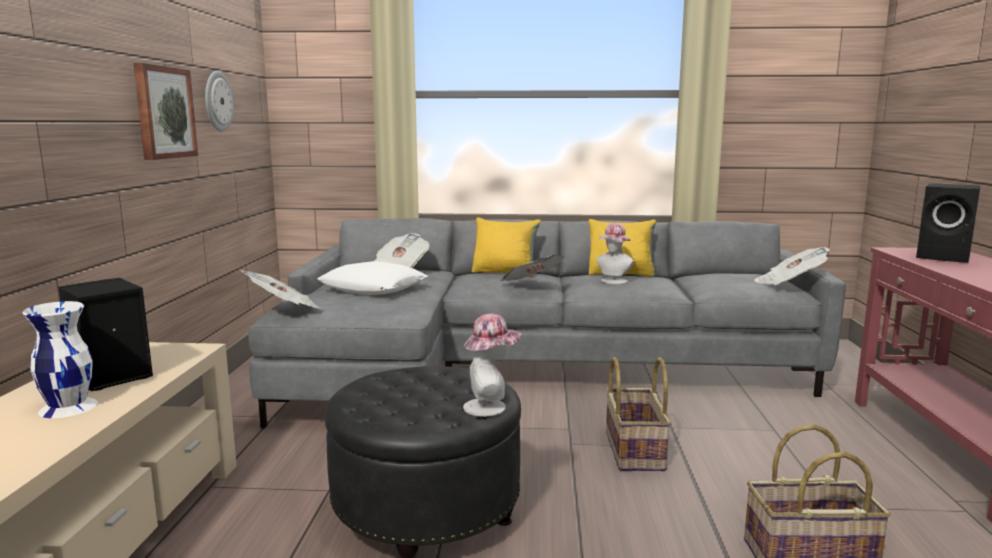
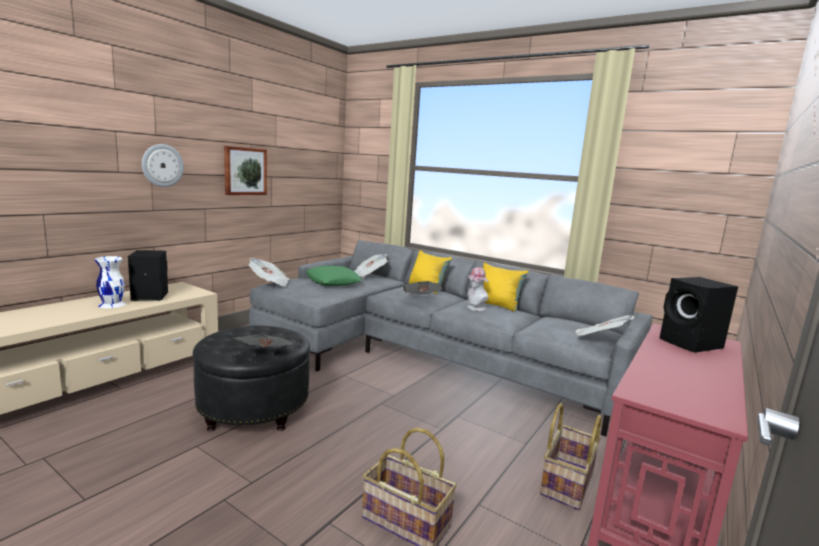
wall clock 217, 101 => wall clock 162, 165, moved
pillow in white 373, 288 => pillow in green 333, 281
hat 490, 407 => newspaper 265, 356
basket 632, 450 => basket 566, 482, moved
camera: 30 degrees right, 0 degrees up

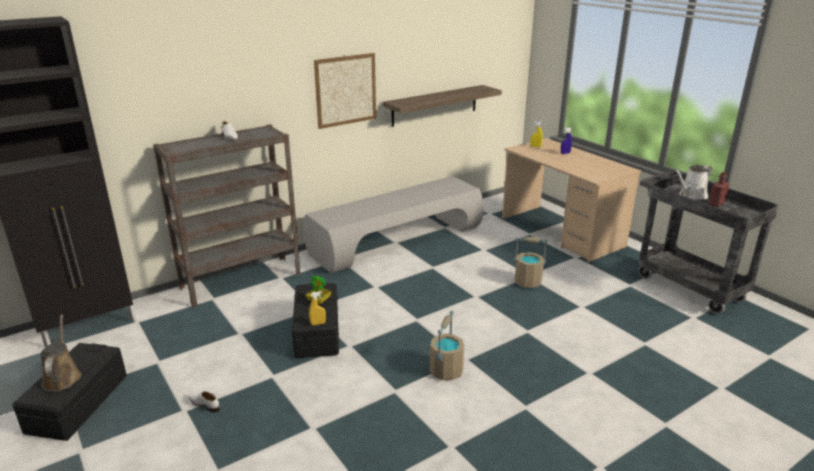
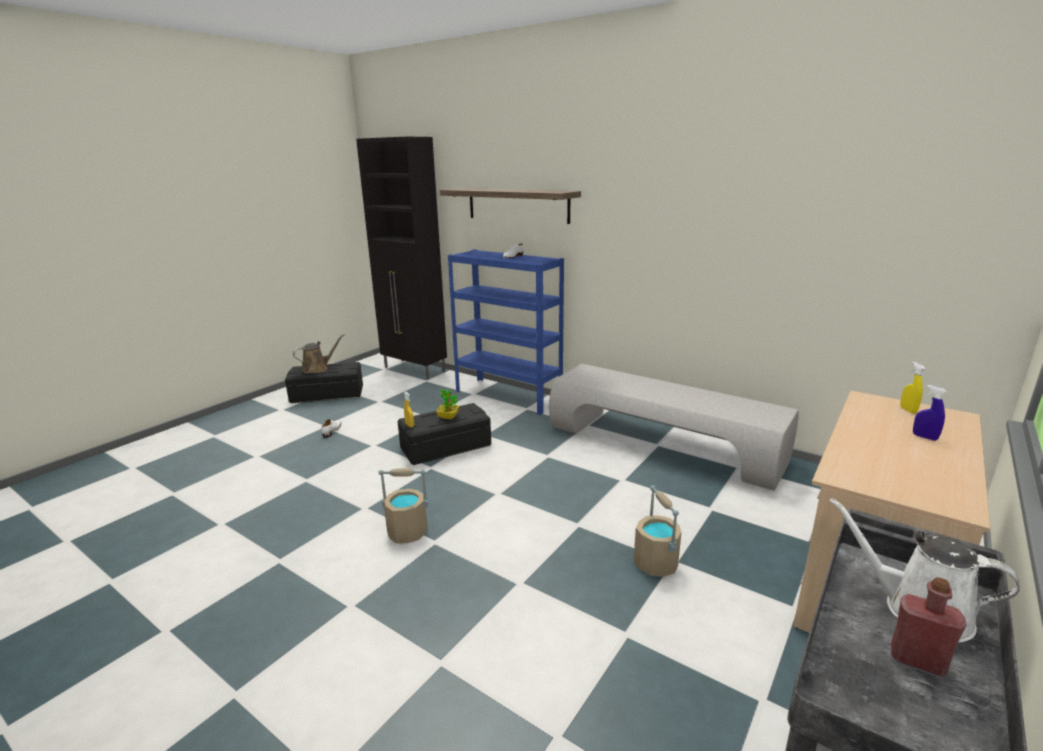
picture 345, 89 => nothing
shelf 435, 105 => shelf 517, 205, moved
bookcase in grey 241, 281 => bookcase in blue 508, 395
camera: 70 degrees right, 5 degrees down

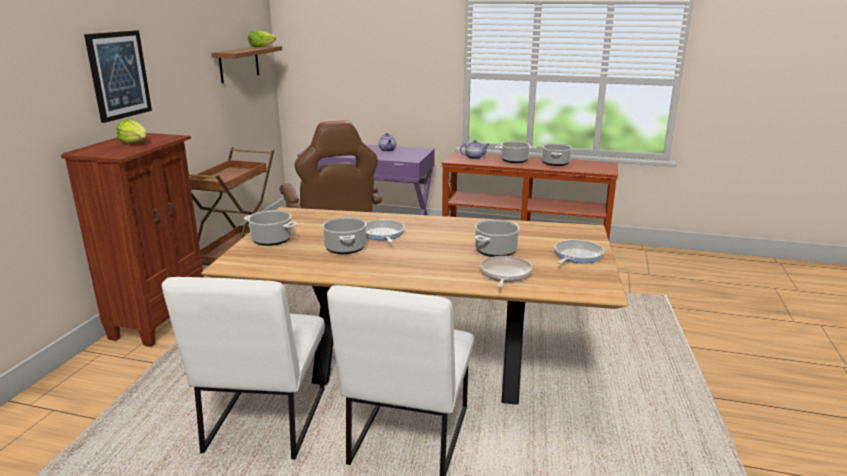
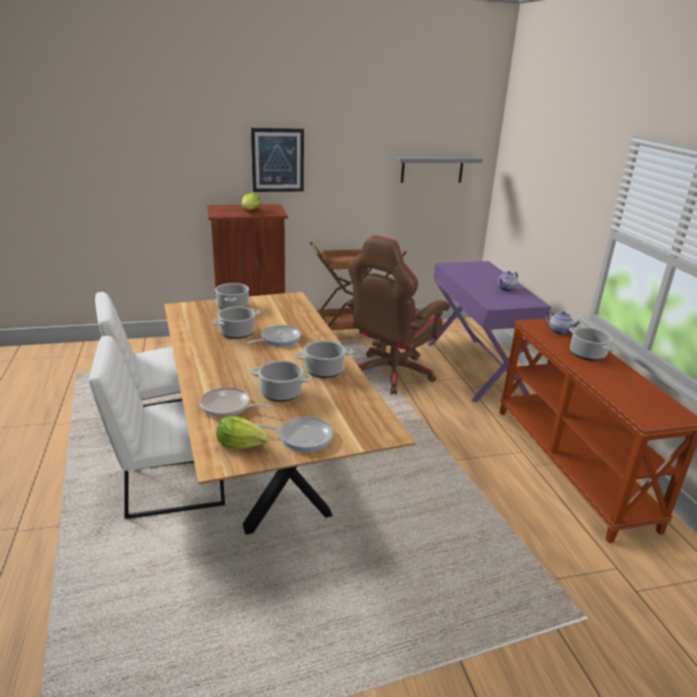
lettuce 261, 47 => lettuce 241, 444, moved
shelf in brown 239, 64 => shelf in grey 432, 168
cooking pot 555, 163 => cooking pot 324, 370, moved
frying pan 505, 274 => frying pan 228, 407, 150 degrees counterclockwise
camera: 60 degrees right, 5 degrees up

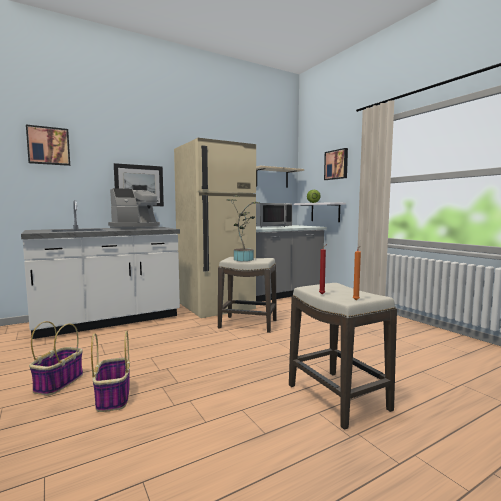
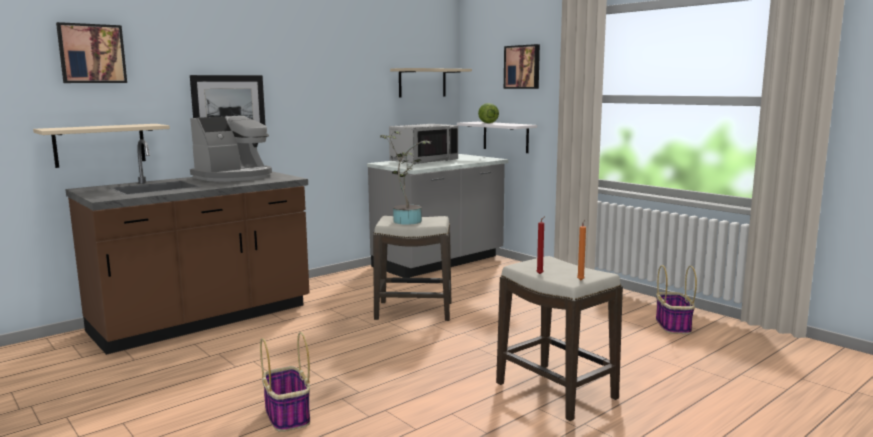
fridge in beige 216, 305 => nothing
counter in white 108, 321 => counter in brown 203, 319
basket 59, 382 => basket 672, 325, moved
nothing => shelf in beige 100, 145
camera: 10 degrees left, 5 degrees up

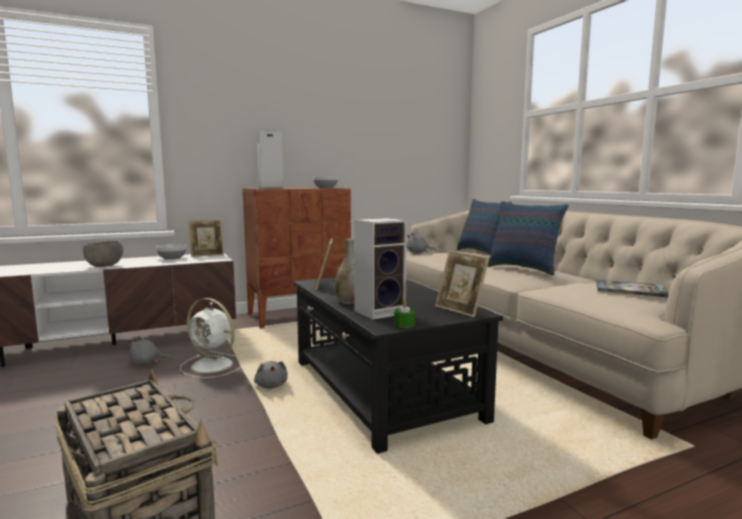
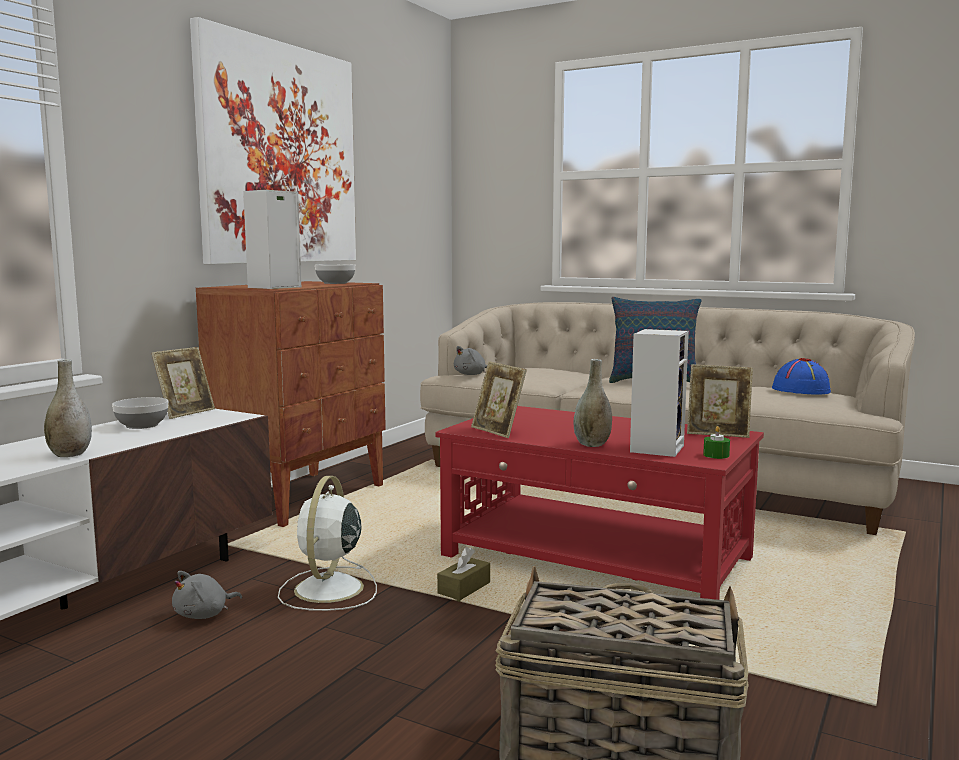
pillow in blue 481, 252 => nothing
bowl in grey 105, 266 => vase in grey 70, 454
coffee table in black 382, 390 => coffee table in red 597, 558
book 630, 289 => hat in blue 800, 390
fan in white 213, 366 => fan in white 328, 590, 105 degrees clockwise
plush toy in grey 271, 385 => tissue box in brown 464, 589
nothing => picture 279, 154
camera: 35 degrees left, 0 degrees up

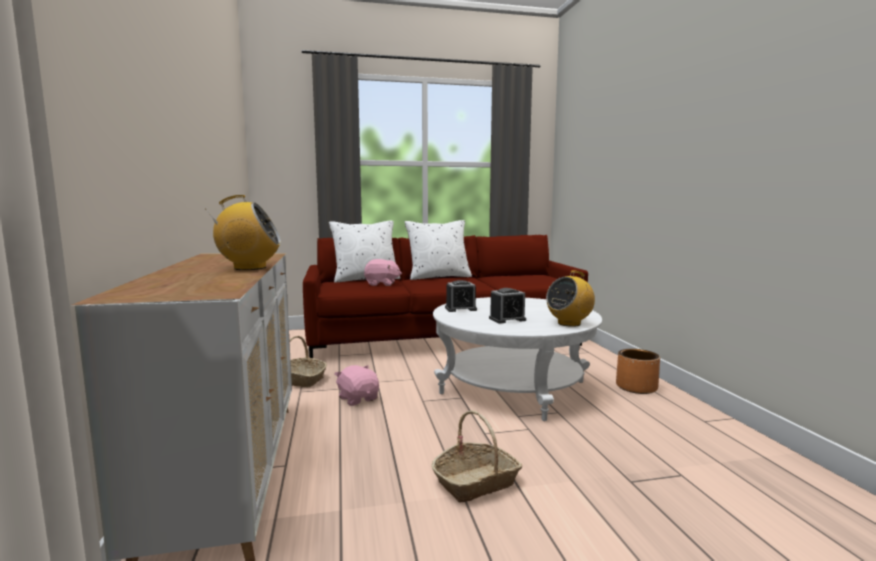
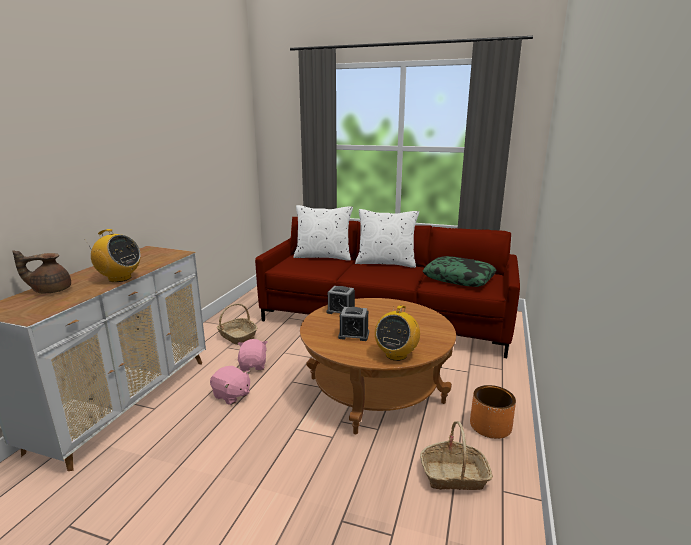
plush toy in pink 382, 284 => plush toy in pink 231, 395, moved
radio 569, 323 => radio 396, 355, 60 degrees counterclockwise
coffee table in white 513, 387 => coffee table in brown 375, 390
basket 476, 482 => basket 454, 475, moved
nothing => teapot in brown 51, 290
nothing => pillow 459, 278
camera: 30 degrees right, 10 degrees up

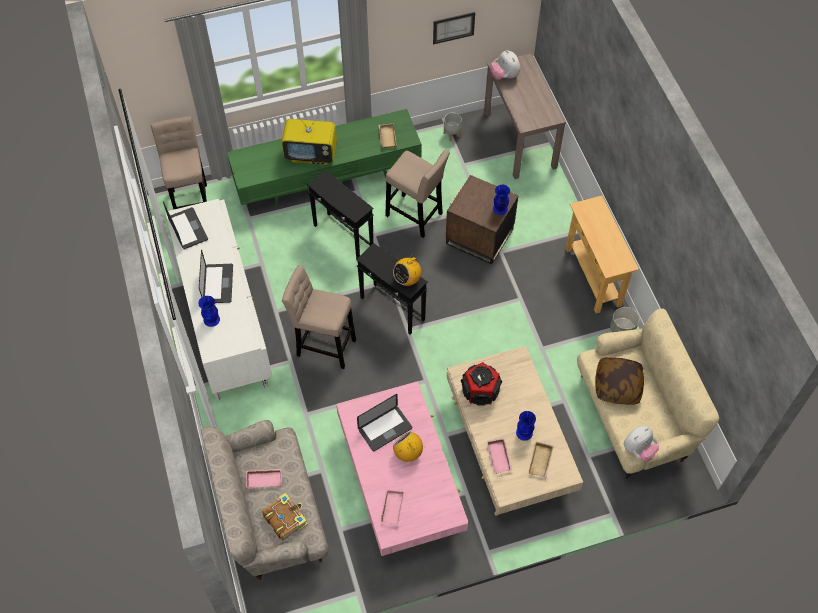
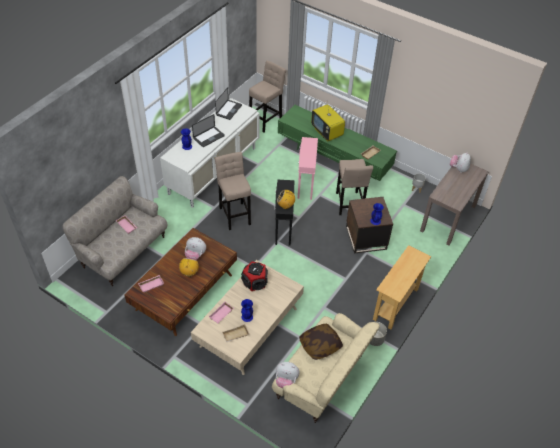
picture 453, 27 => nothing
side table in black 343, 237 => side table in pink 305, 184
coffee table in pink 401, 481 => coffee table in brown 185, 292
laptop 385, 429 => plush toy 195, 255
book 285, 518 => nothing
camera: 50 degrees right, 10 degrees down

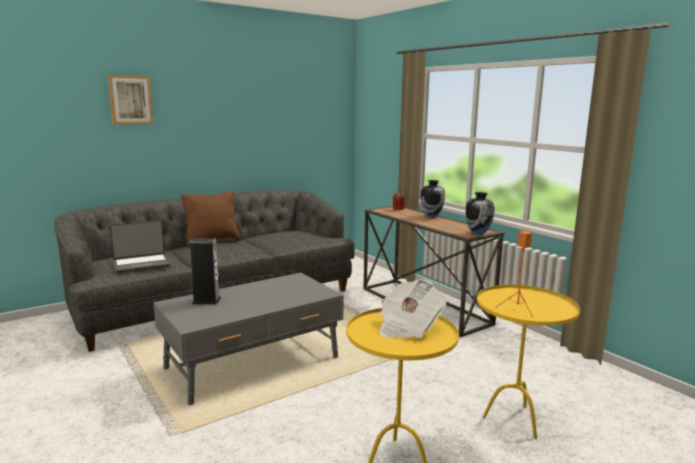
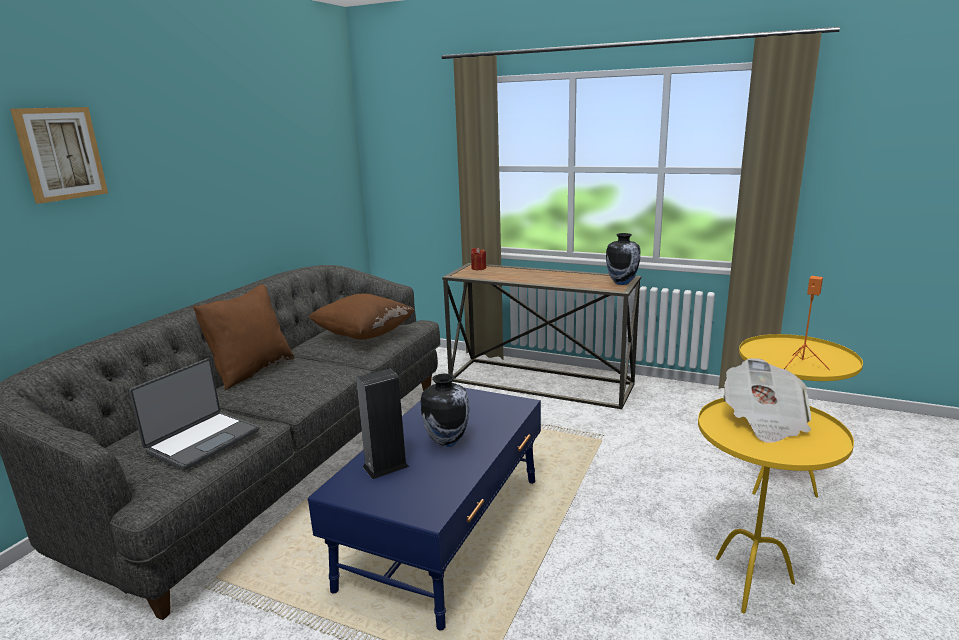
vase 431, 216 => vase 447, 441, moved
coffee table in grey 254, 362 => coffee table in blue 445, 530
nothing => pillow in brown 364, 335
camera: 30 degrees left, 5 degrees up

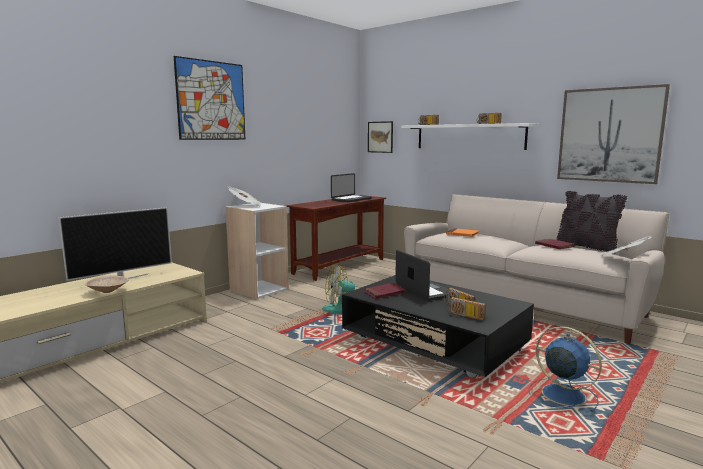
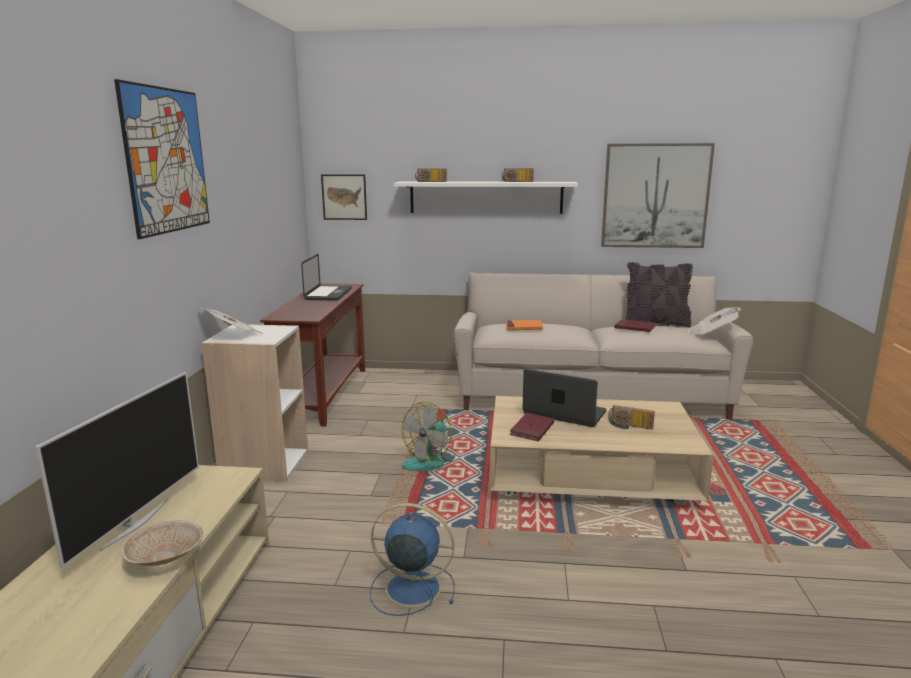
coffee table in black 433, 343 => coffee table in beige 589, 475
radio 464, 316 => nothing
fan in blue 561, 394 => fan in blue 410, 588, moved
camera: 35 degrees left, 5 degrees up

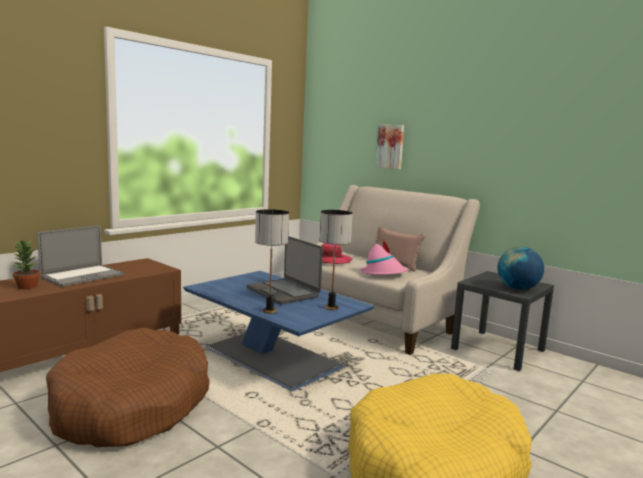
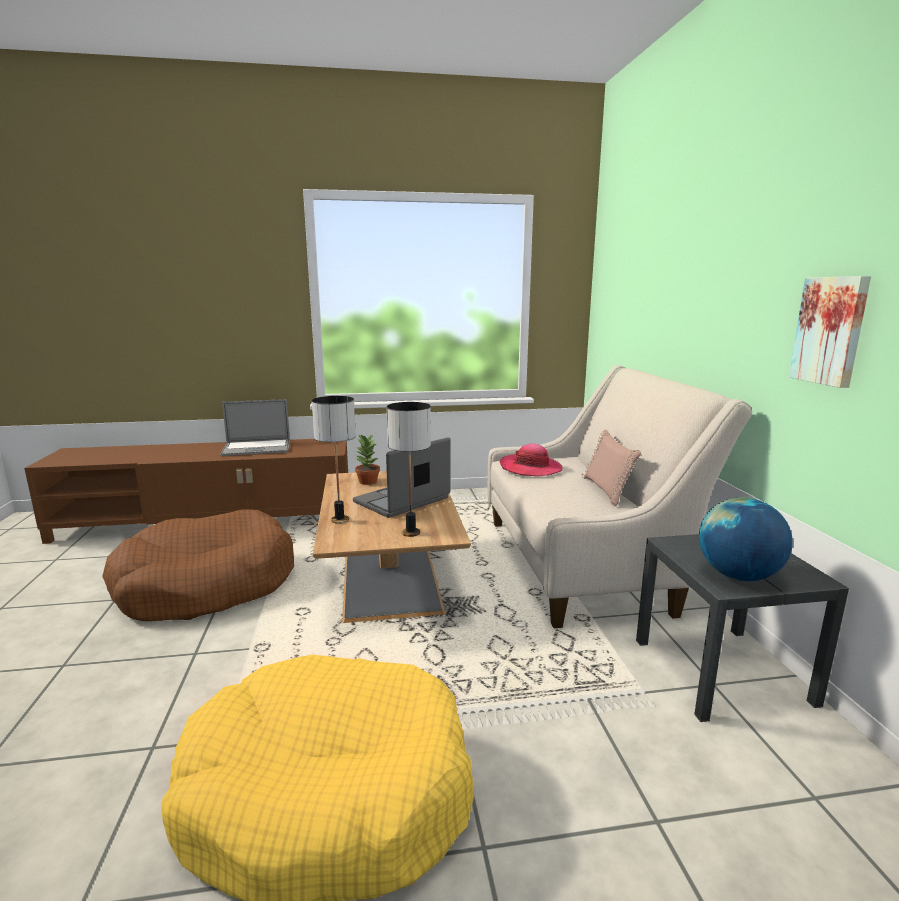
picture 390, 146 => picture 831, 330, moved
laptop 283, 292 => laptop 402, 500, 45 degrees clockwise
potted plant 26, 286 => potted plant 367, 481, moved
hat in pink 383, 273 => nothing
coffee table in blue 275, 358 => coffee table in brown 390, 578
camera: 40 degrees right, 5 degrees up

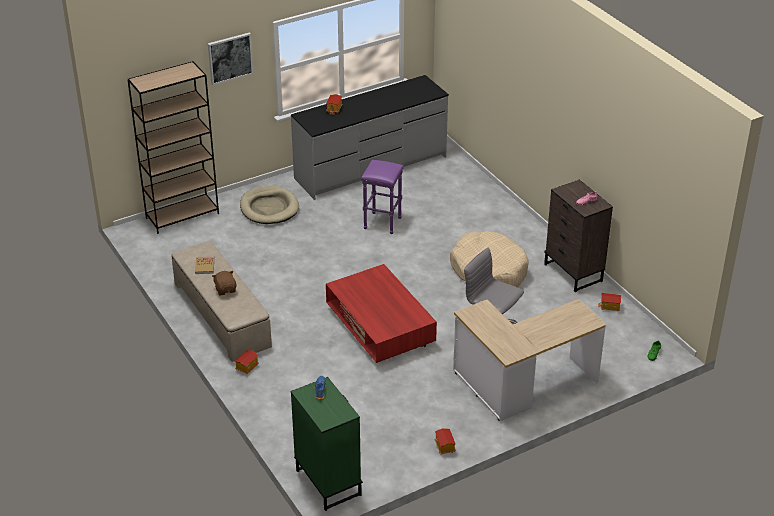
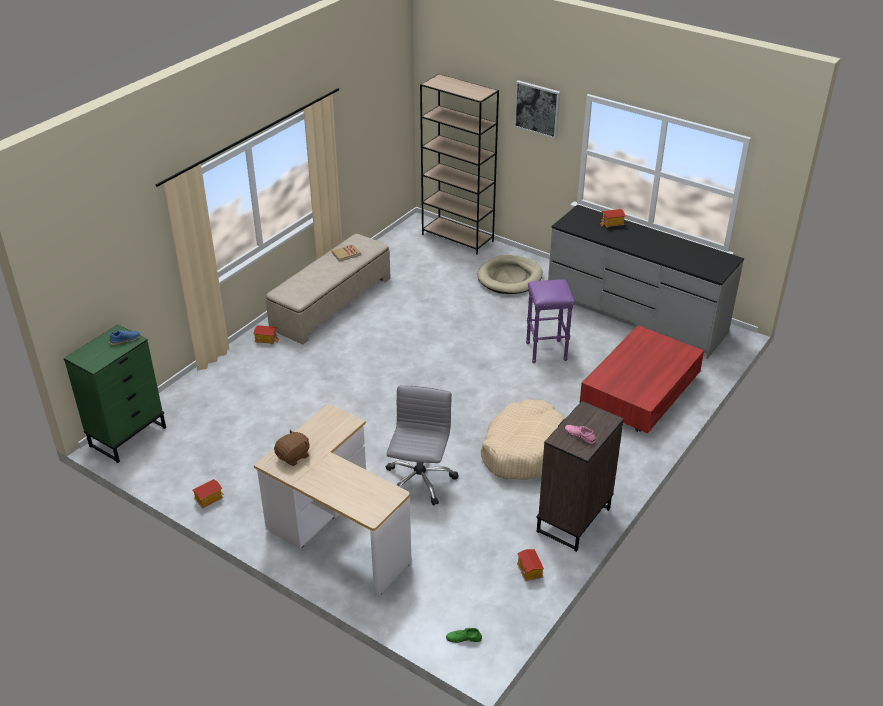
coffee table in red 380, 326 => coffee table in red 640, 393, moved
plush toy in brown 225, 290 => plush toy in brown 293, 456, moved
camera: 65 degrees right, 0 degrees up

